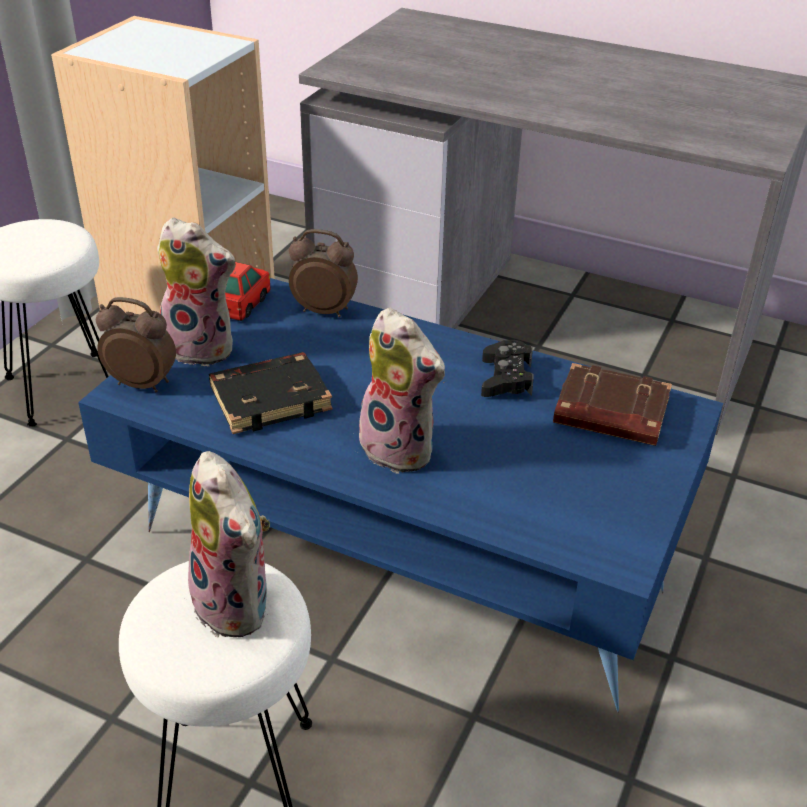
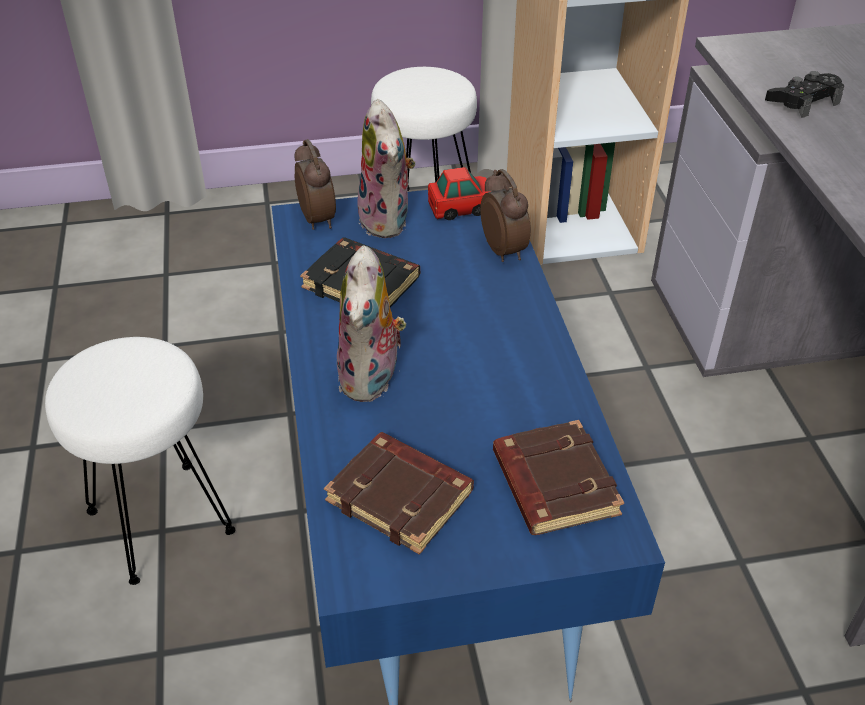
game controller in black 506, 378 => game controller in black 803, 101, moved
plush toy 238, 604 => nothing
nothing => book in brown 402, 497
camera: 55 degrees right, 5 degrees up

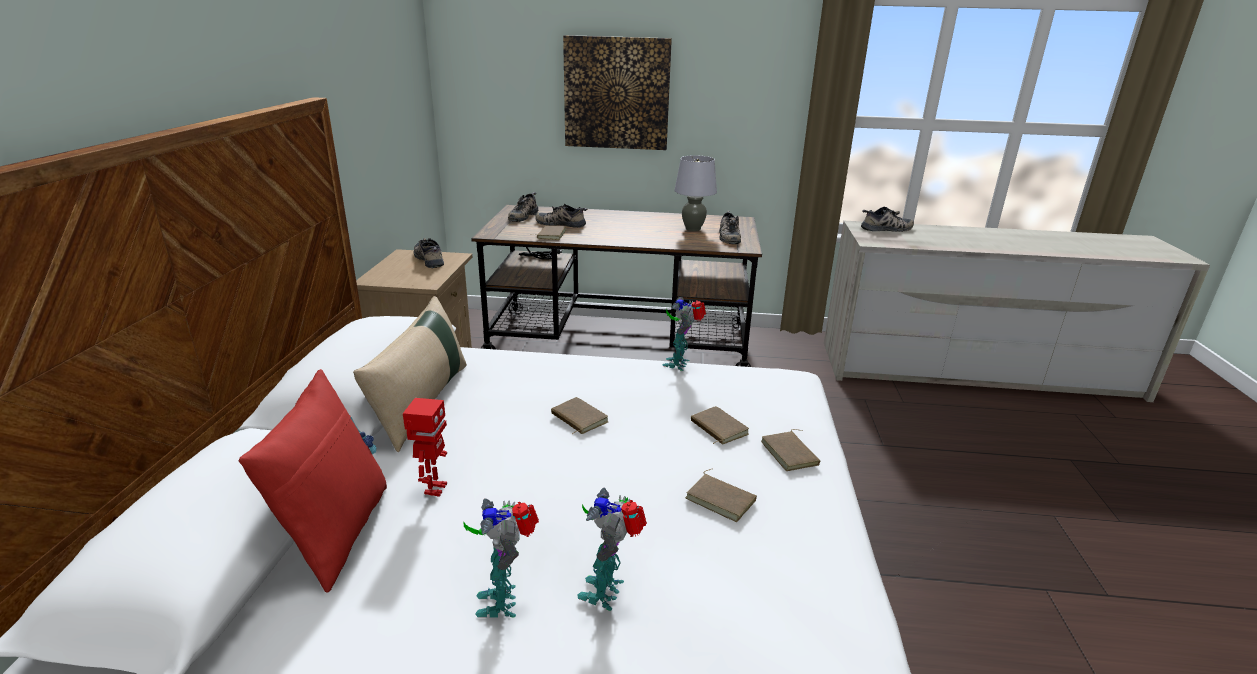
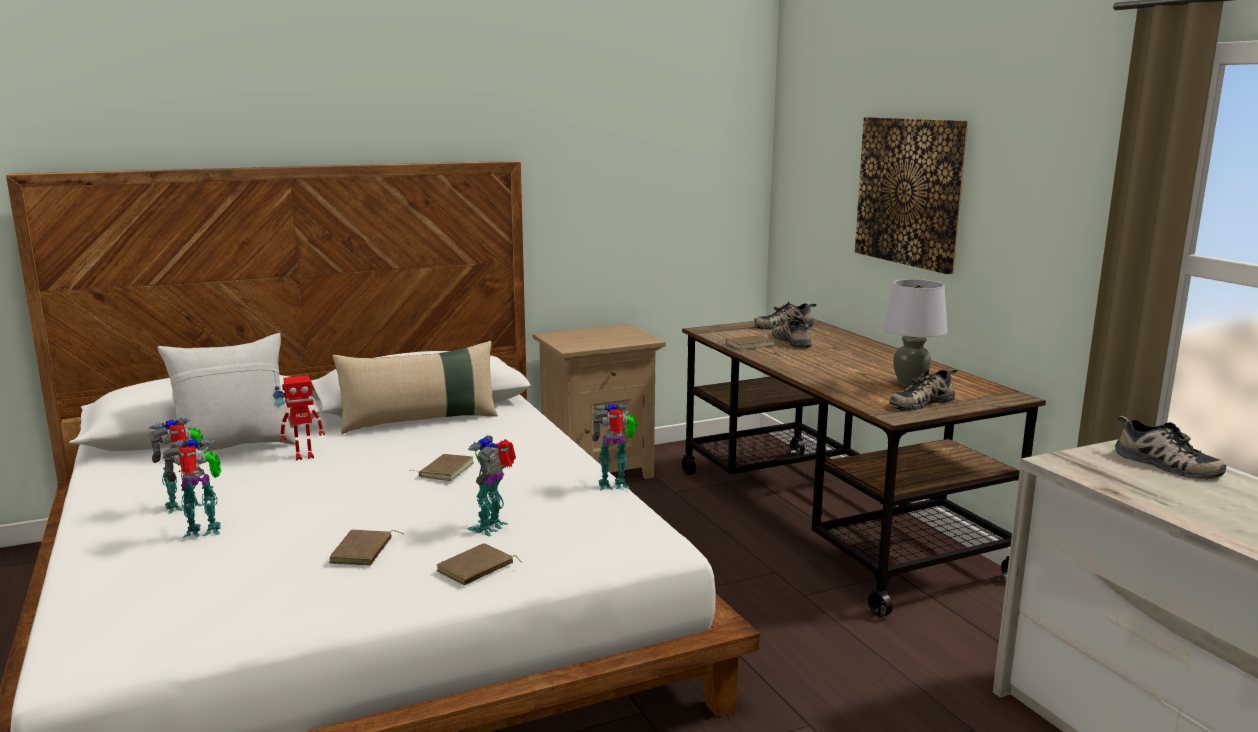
shoe 430, 259 => nothing
pillow in red 337, 535 => pillow in grey 235, 448
book in brown 717, 428 => toy robot 492, 527
camera: 60 degrees right, 10 degrees down

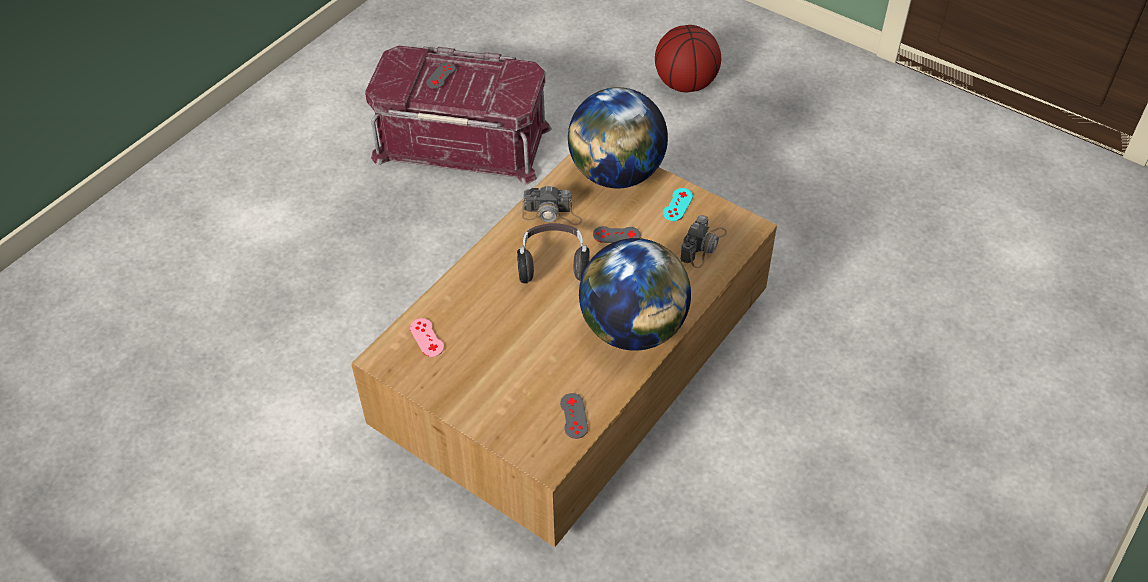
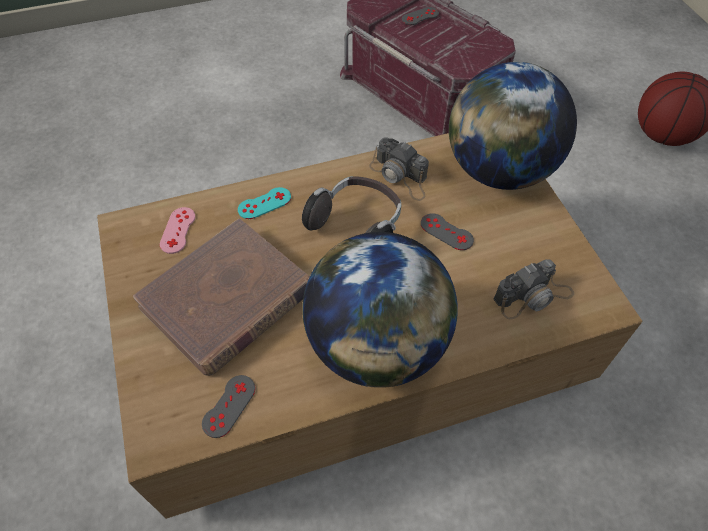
game controller in turquoise 678, 205 => game controller in turquoise 264, 203, moved
nothing => book in brown 227, 300
camera: 35 degrees right, 5 degrees up

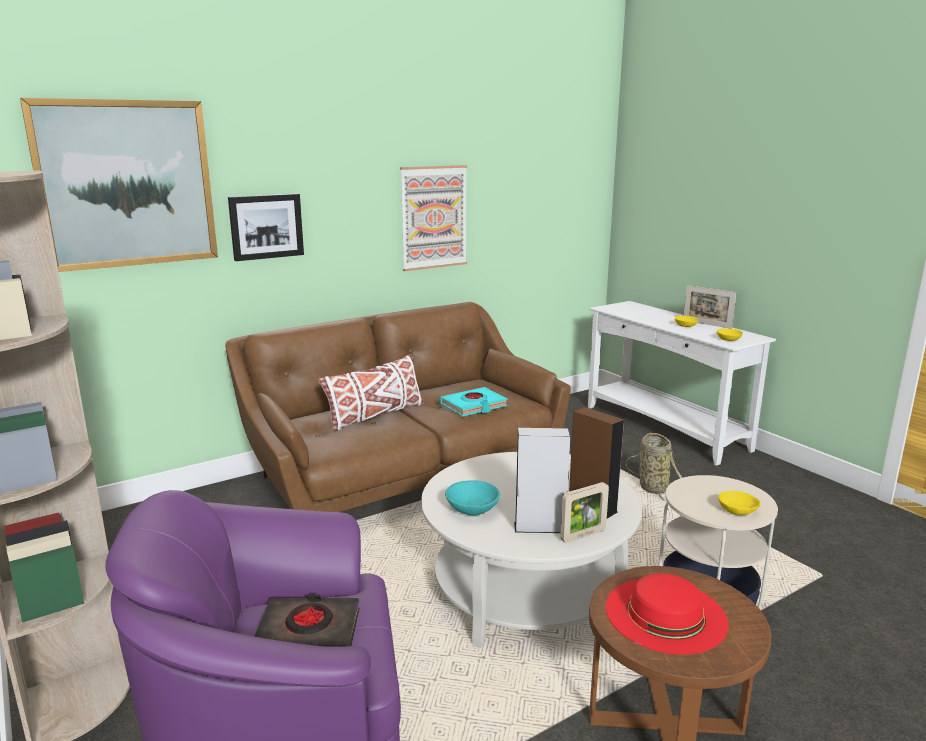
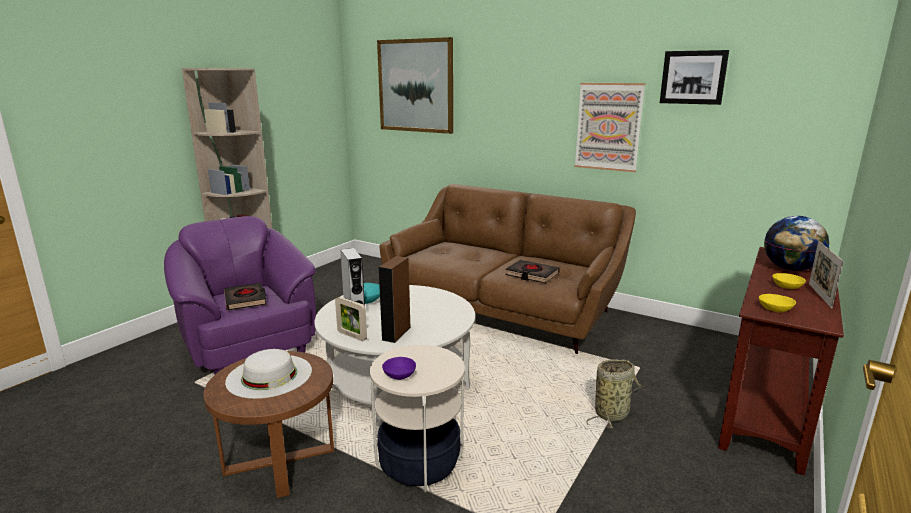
picture 266, 226 => picture 693, 77, moved
console table in white 666, 428 => console table in brown 767, 404
pillow in white 375, 415 => nothing
book in turquoise 473, 406 => book in black 532, 275
bowl in yellow 738, 510 => bowl in purple 400, 375
hat in red 665, 614 => hat in white 269, 375
nothing => globe 790, 269
camera: 65 degrees right, 0 degrees up

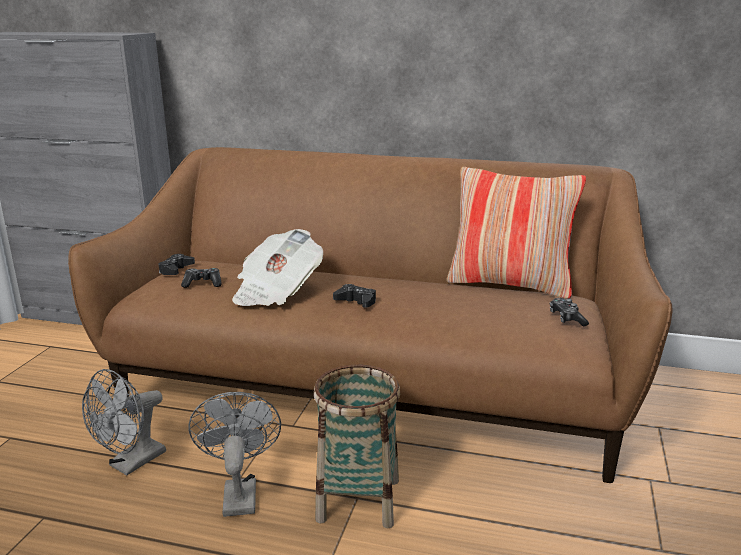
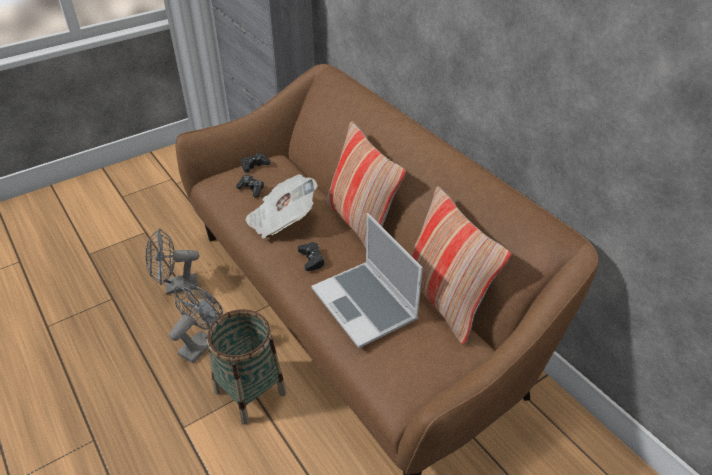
game controller 566, 318 => nothing
nothing => pillow 360, 223
nothing => laptop 366, 305
camera: 40 degrees right, 20 degrees up

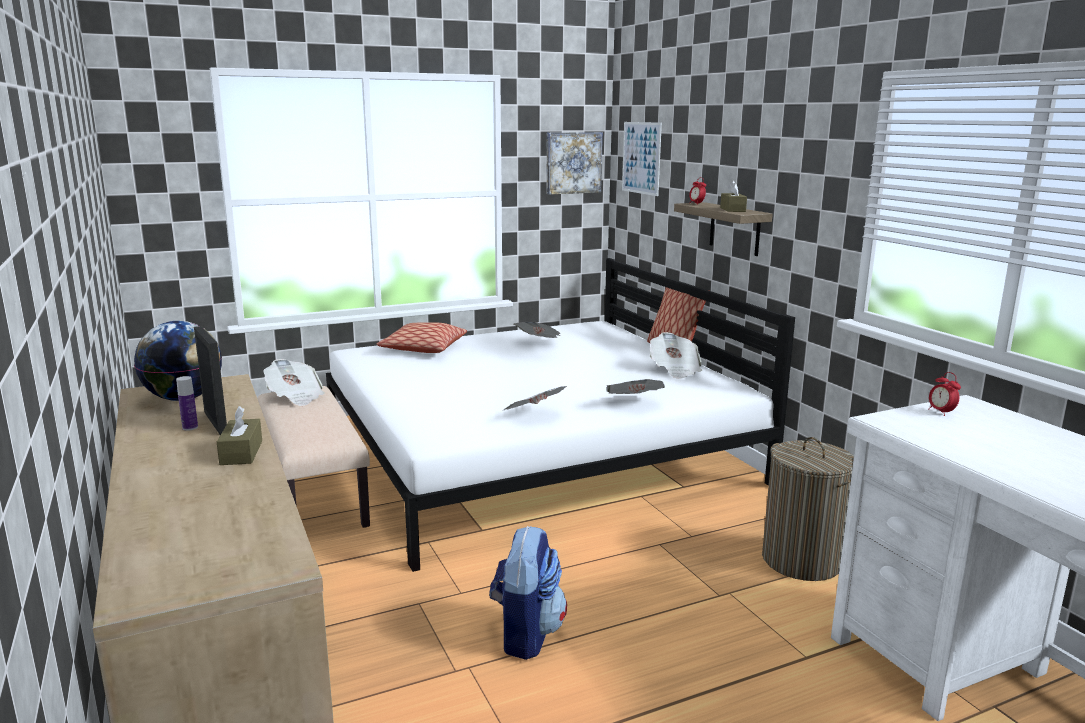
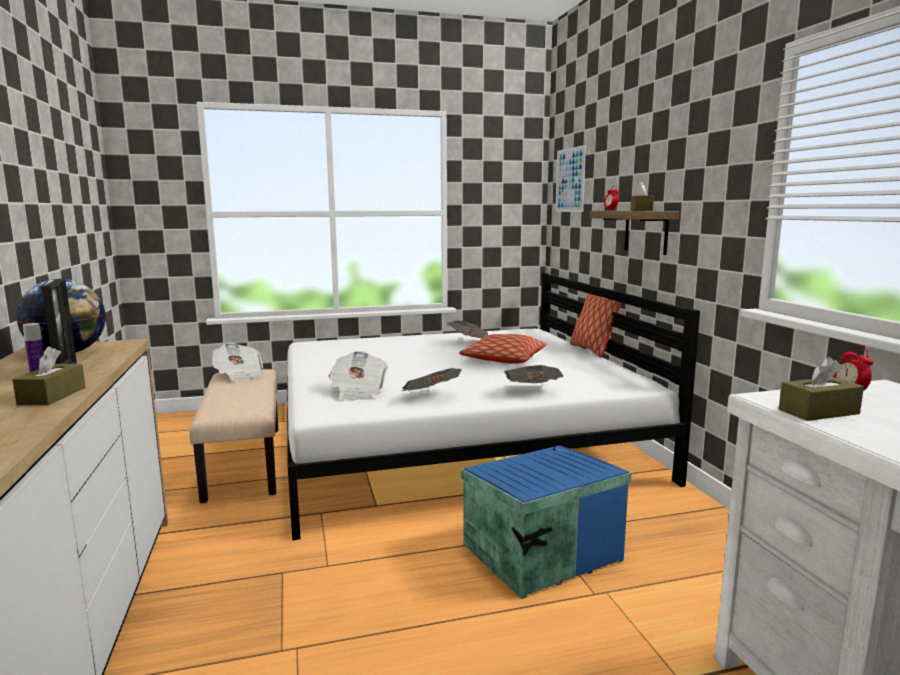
picture 573, 163 => nothing
pillow 423, 348 => pillow 503, 359, moved
newspaper 675, 370 => newspaper 358, 392, moved
laundry basket 802, 560 => nothing
backpack 526, 634 => nothing
nothing => tissue box in brown 818, 412
nothing => storage box in blue 538, 551
camera: 10 degrees right, 5 degrees down

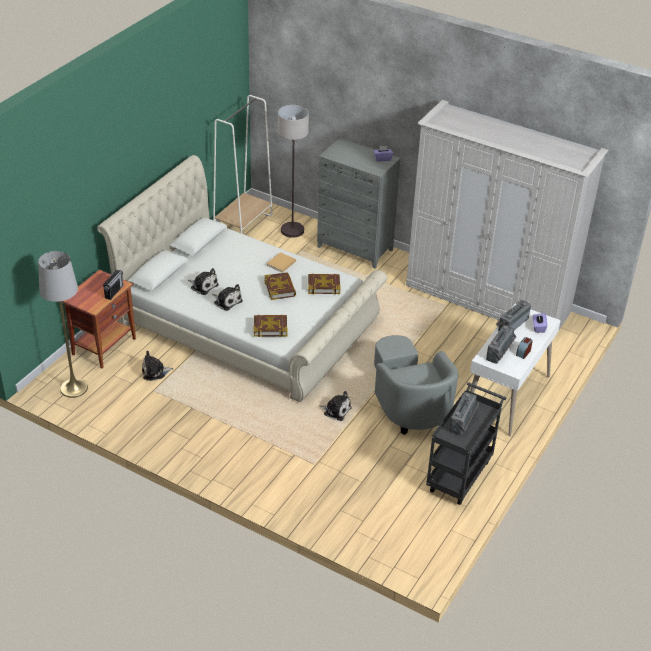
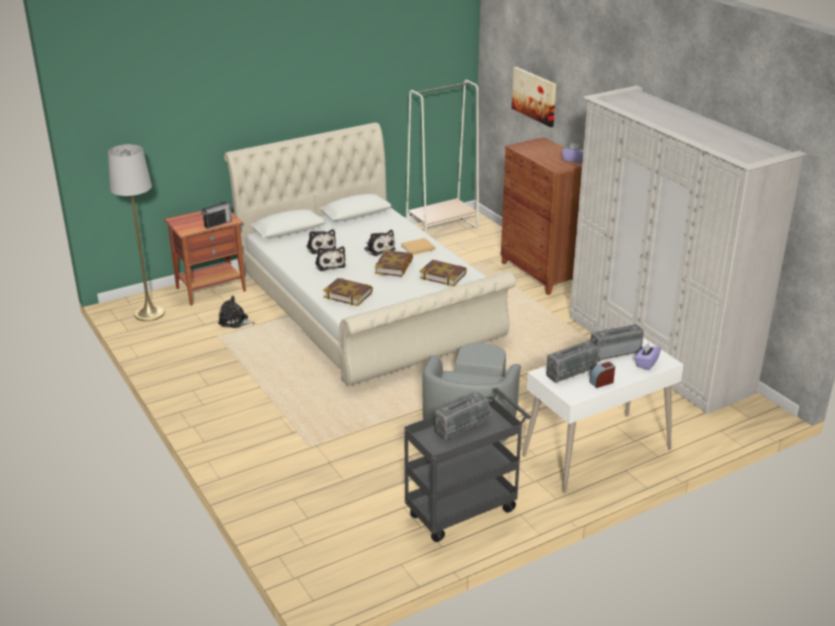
floor lamp in grey 292, 235 => nothing
dresser in grey 354, 249 => dresser in brown 540, 274
plush toy 336, 410 => plush toy 379, 249, moved
nothing => picture 534, 96
camera: 30 degrees right, 10 degrees down

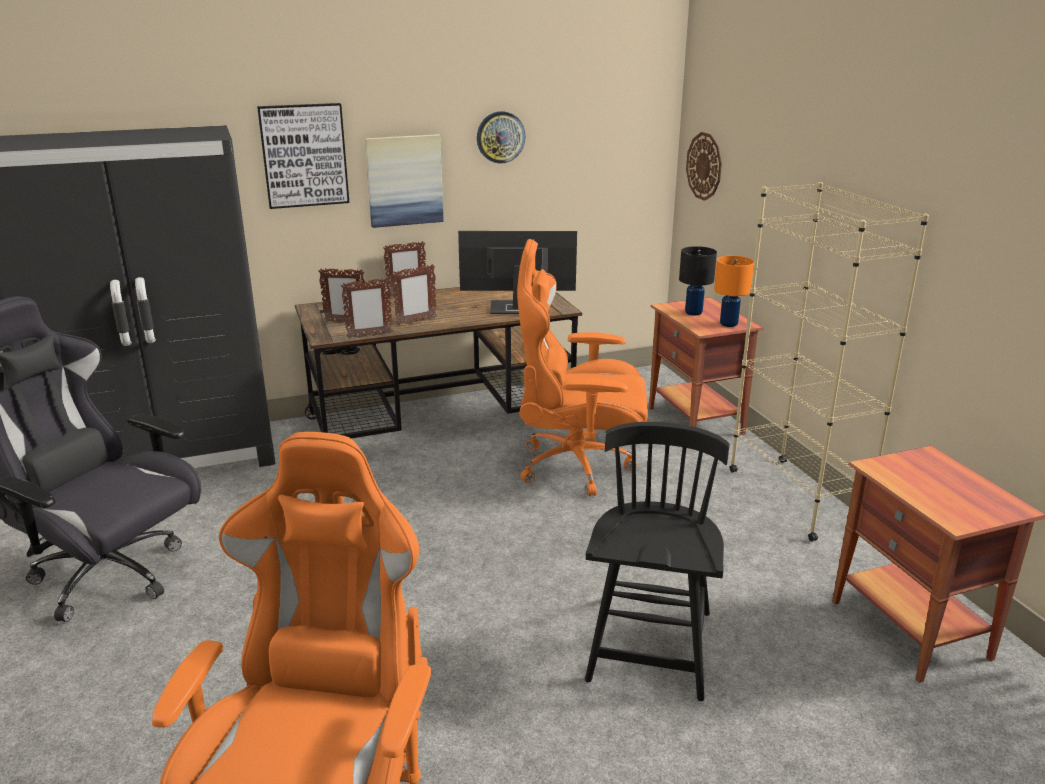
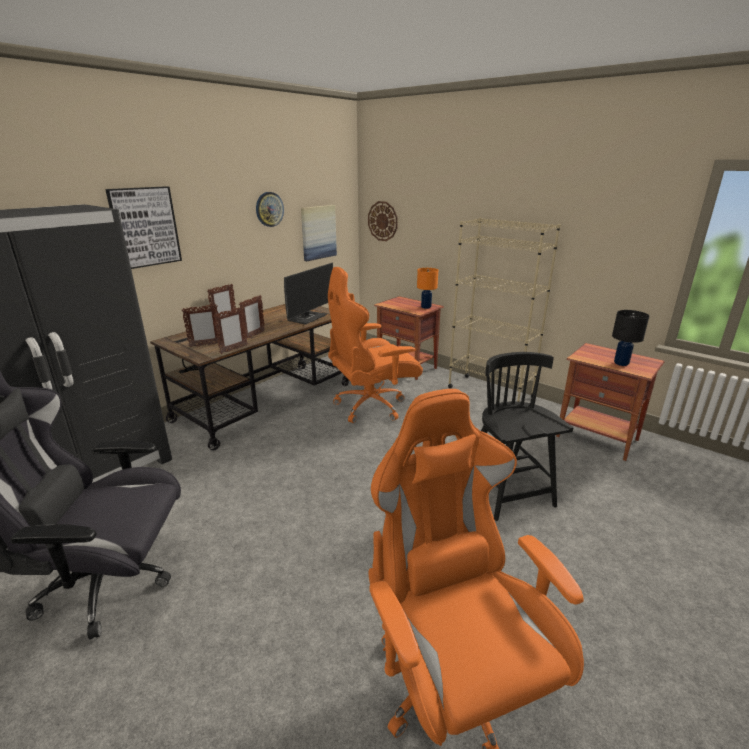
picture 404, 180 => picture 318, 232, moved
monitor 516, 308 => monitor 308, 318, 150 degrees clockwise
table lamp in black 692, 313 => table lamp in black 620, 363, moved
camera: 30 degrees left, 0 degrees up

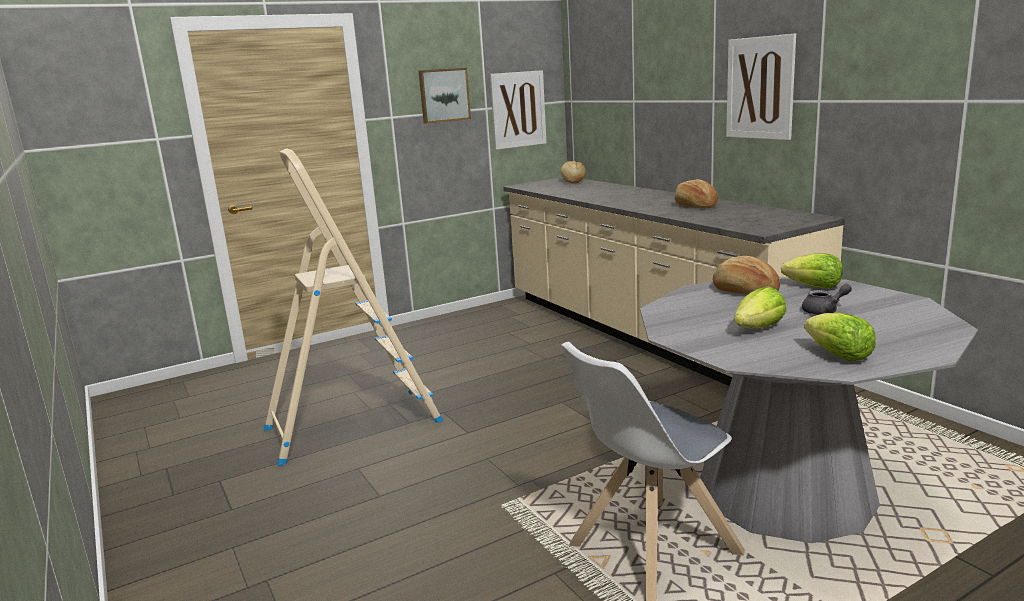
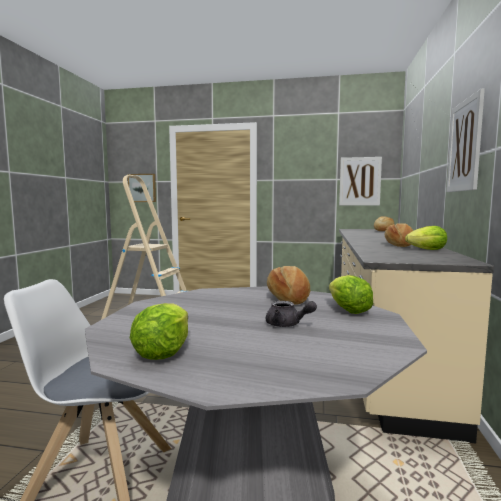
picture 444, 95 => picture 142, 188, moved
lettuce 759, 328 => lettuce 427, 250, moved
camera: 40 degrees right, 10 degrees down

